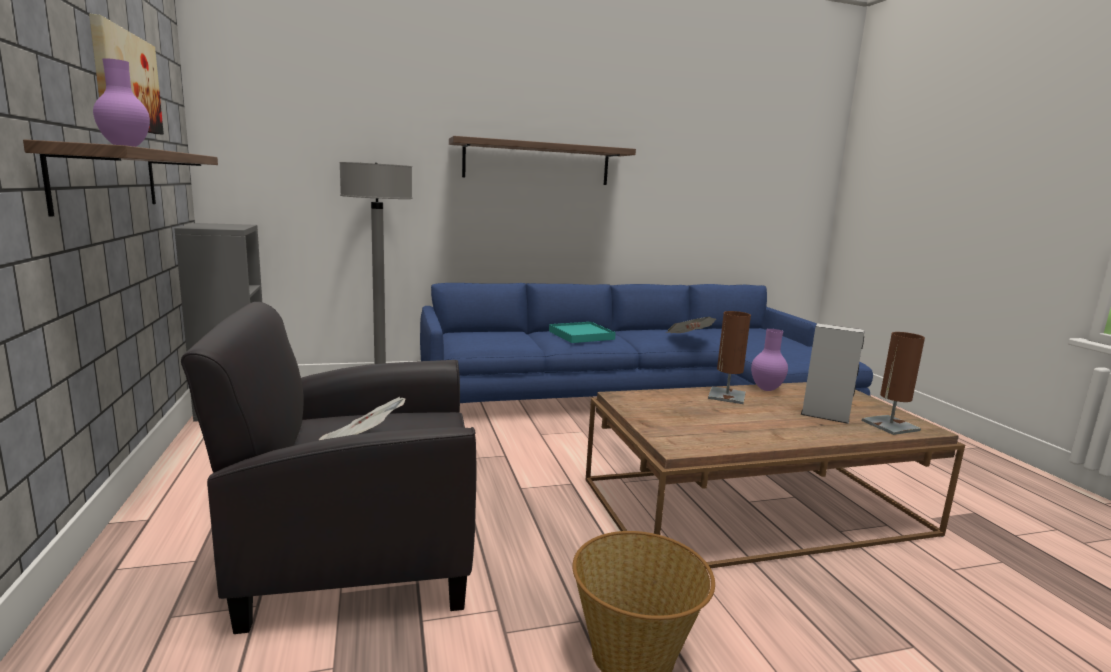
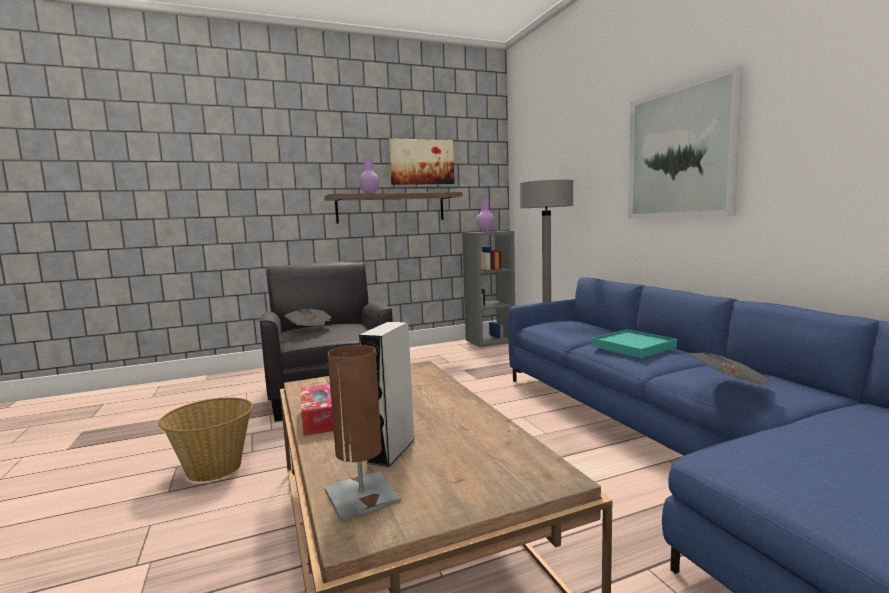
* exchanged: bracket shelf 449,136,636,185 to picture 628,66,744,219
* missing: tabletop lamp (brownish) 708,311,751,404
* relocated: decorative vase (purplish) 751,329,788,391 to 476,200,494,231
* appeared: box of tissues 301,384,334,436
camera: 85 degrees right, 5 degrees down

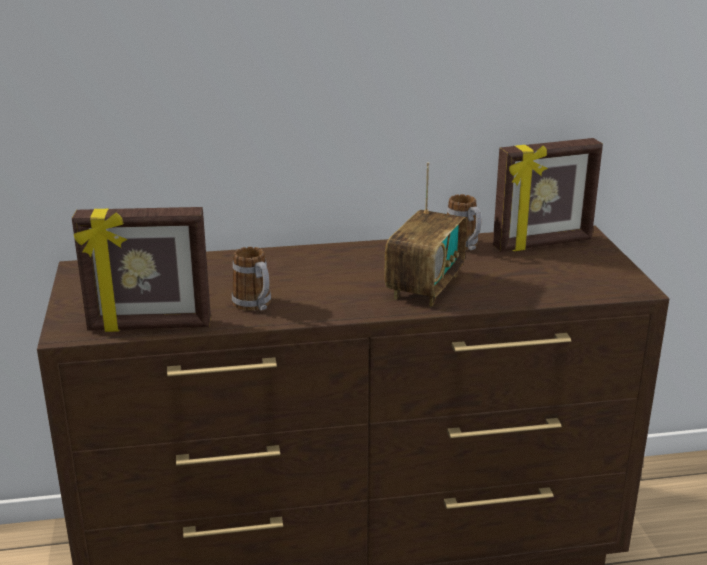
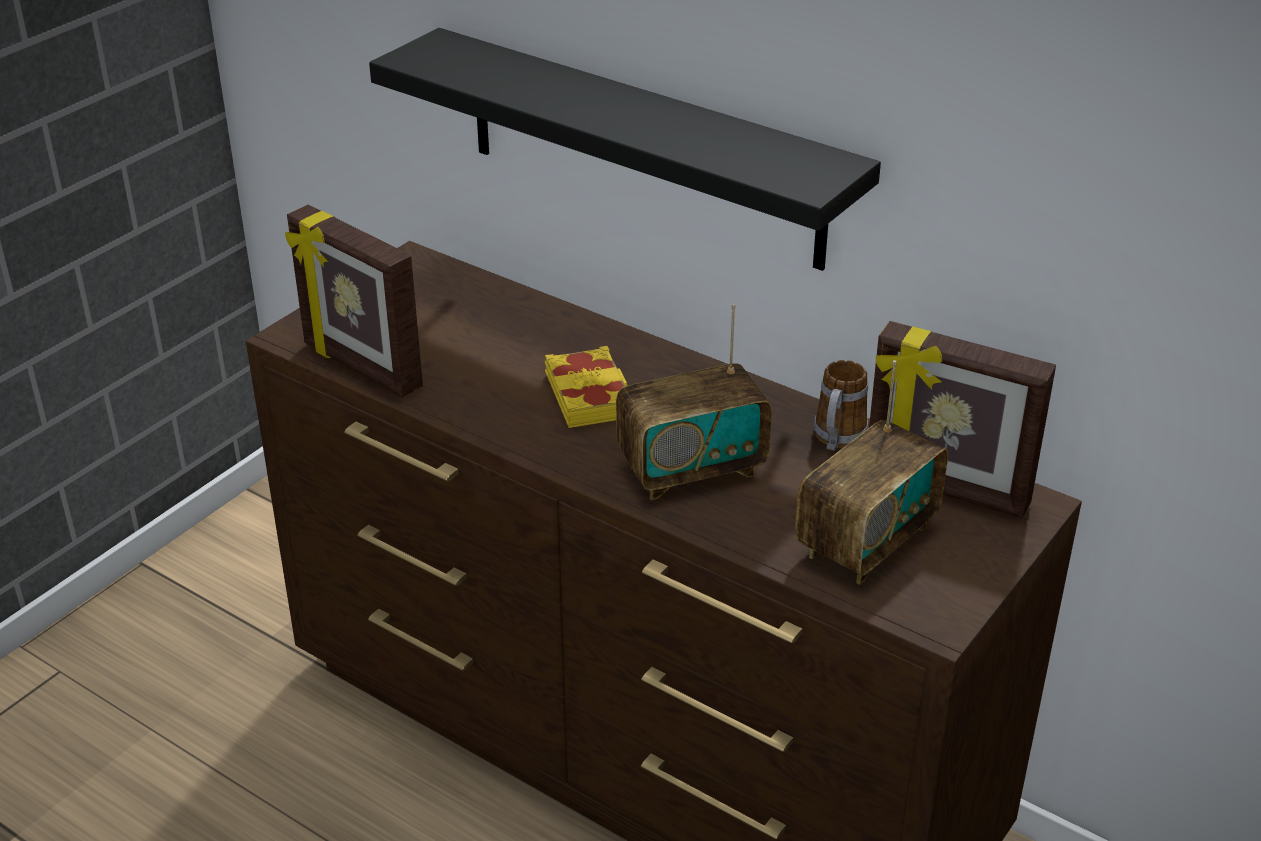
* missing: coffee mug 232,247,271,311
* appeared: bracket shelf (blackish) 369,28,881,271
* appeared: bound book (yellow-coloured) 545,346,628,428
* appeared: radio set 795,360,948,585
camera: 45 degrees right, 10 degrees up

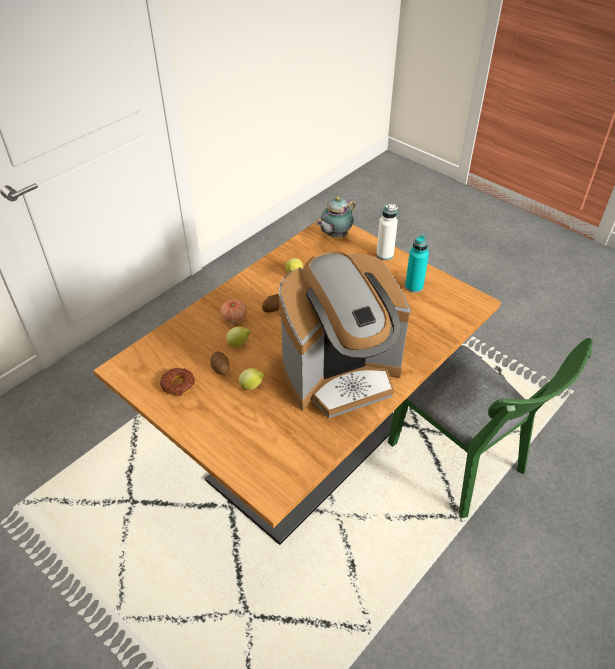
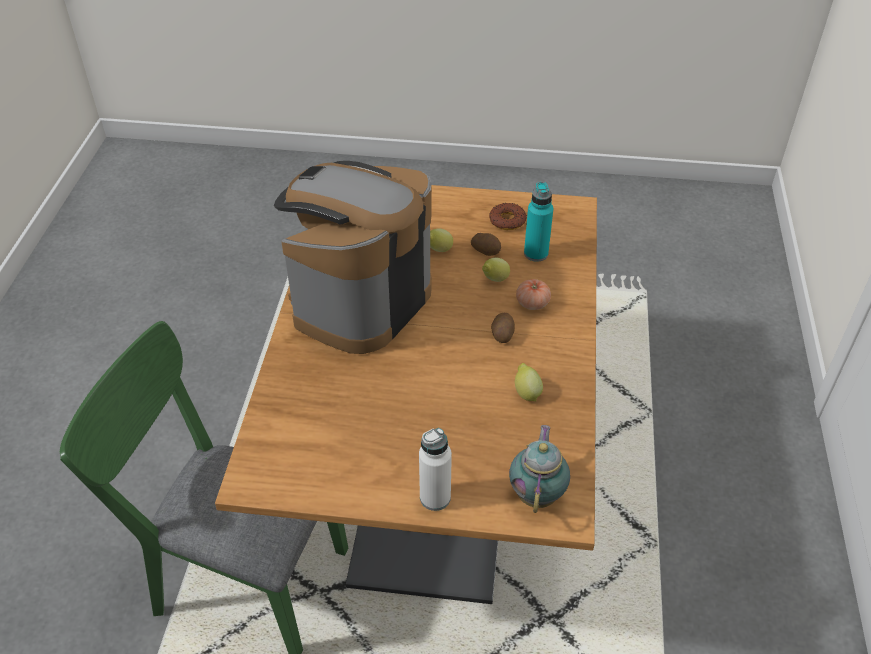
* relocated: drink bottle (turquoise-coloured) 405,235,429,293 to 524,182,553,262
camera: 145 degrees right, 0 degrees up

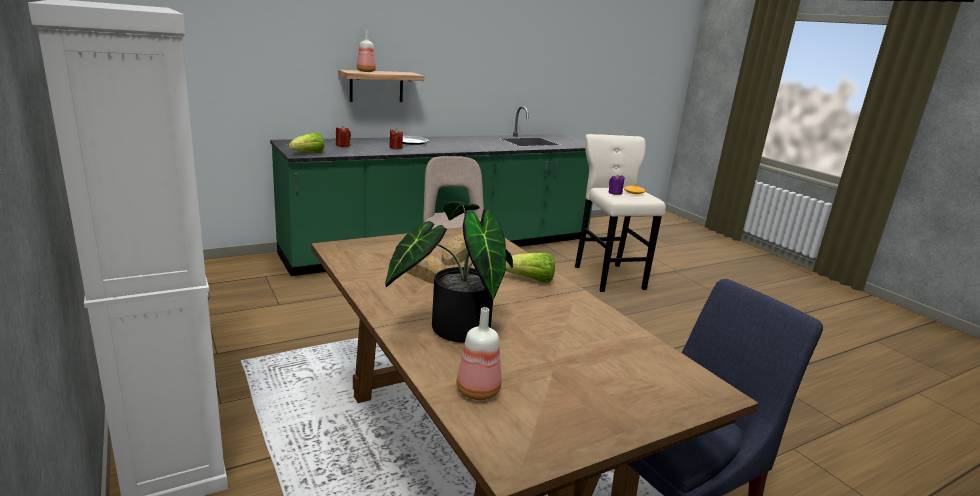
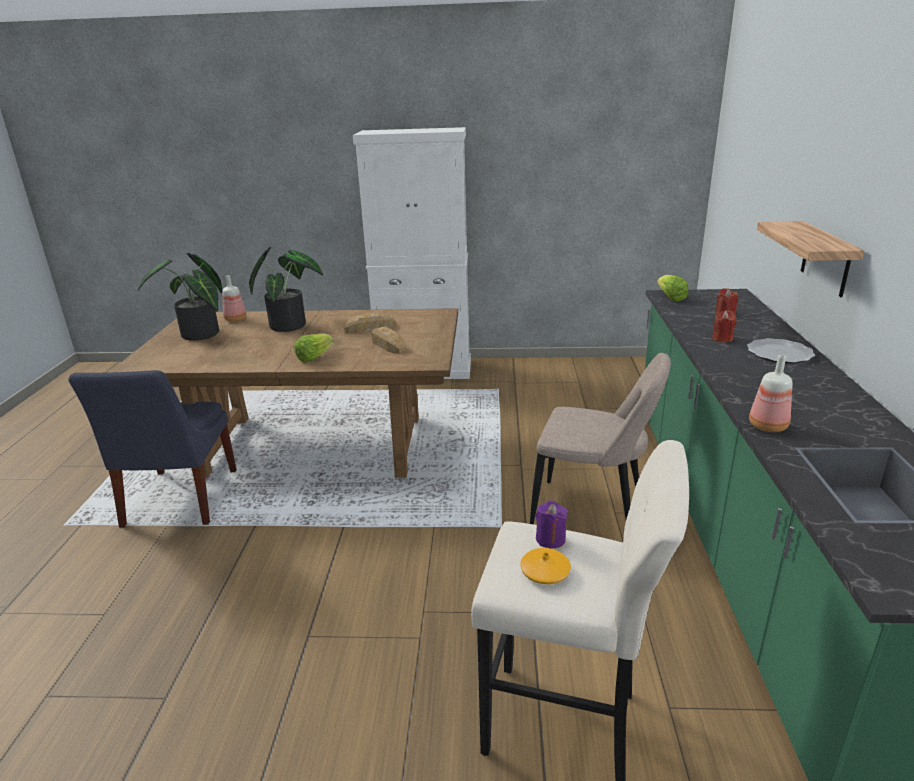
* relocated: drink bottle 357,31,376,72 to 749,355,792,432
* appeared: potted plant 138,253,222,341
camera: 125 degrees right, 5 degrees up

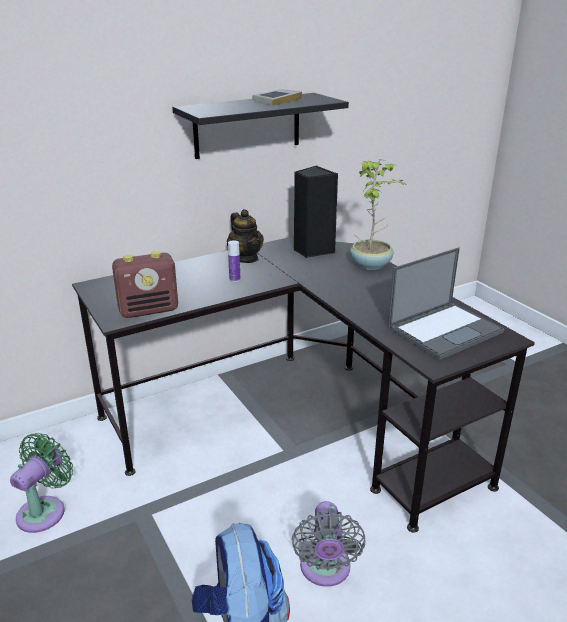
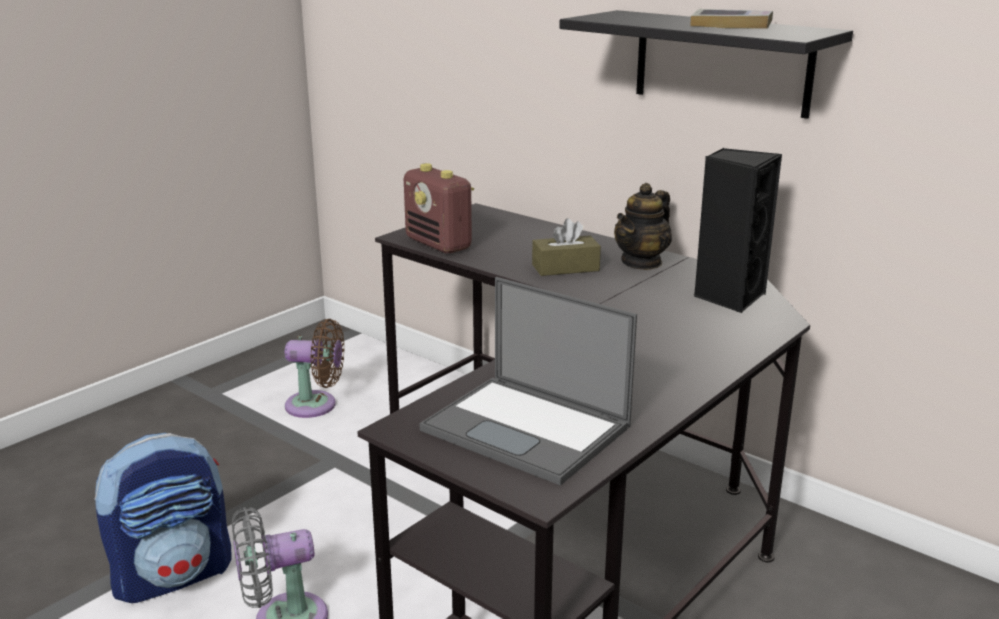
* colour: cooling fan (greenish) 10,433,73,533 to cooling fan (brownish) 285,319,345,418
* exchanged: drink bottle 228,240,240,282 to box of tissues (brownish) 532,218,601,276
* missing: potted plant 350,159,405,270
camera: 70 degrees right, 5 degrees down

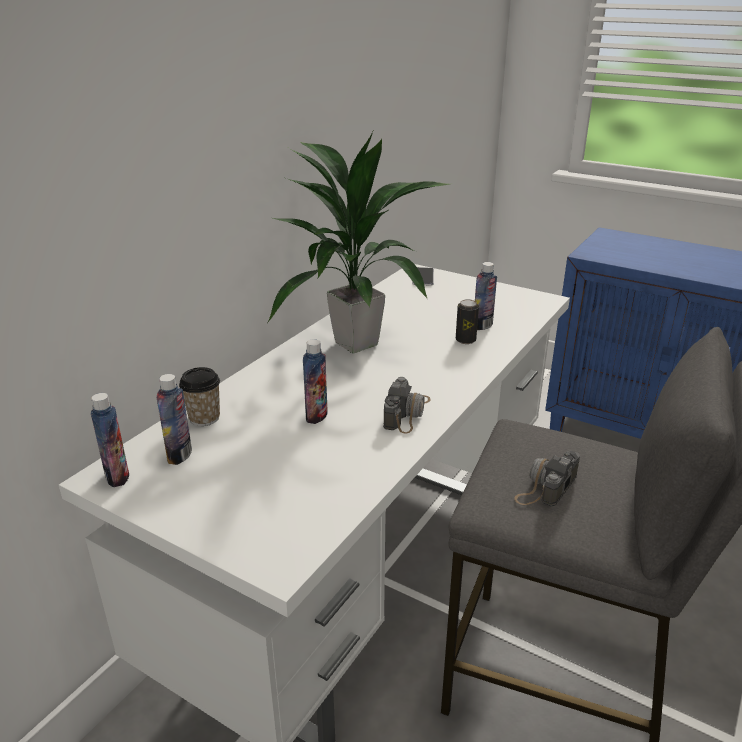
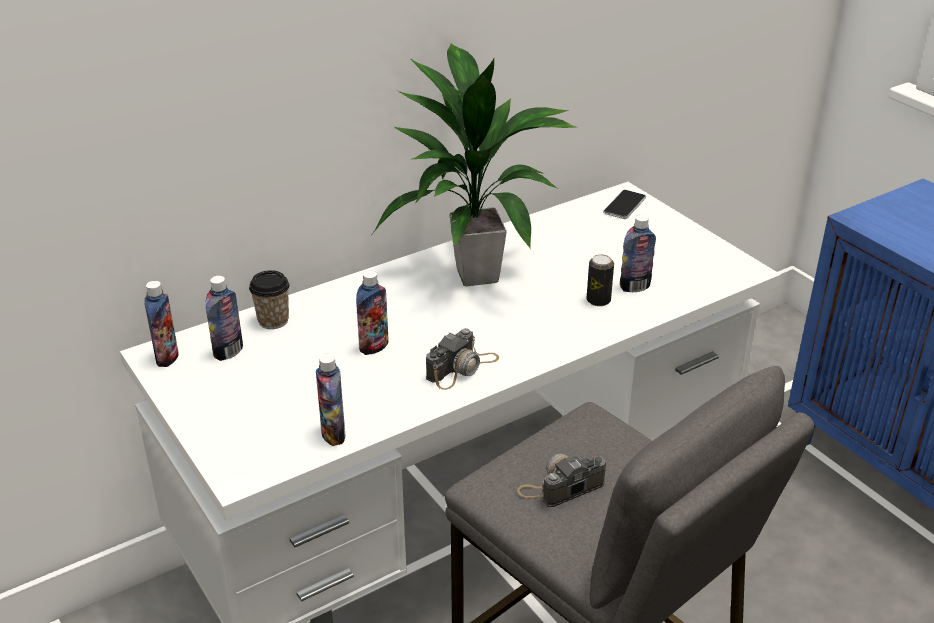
* appeared: drink bottle 316,354,345,446
camera: 25 degrees right, 5 degrees up

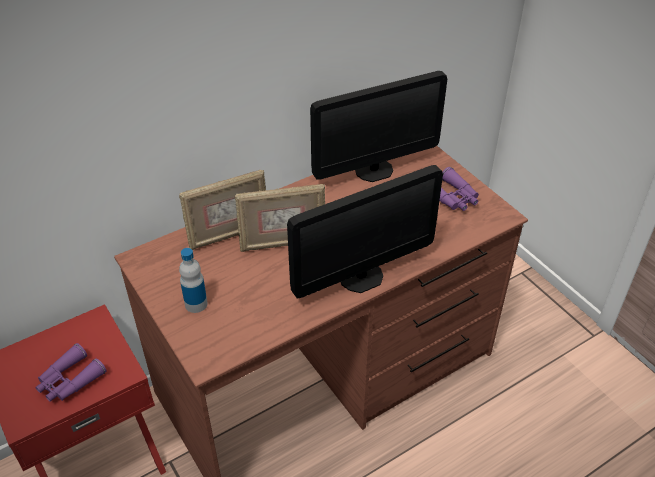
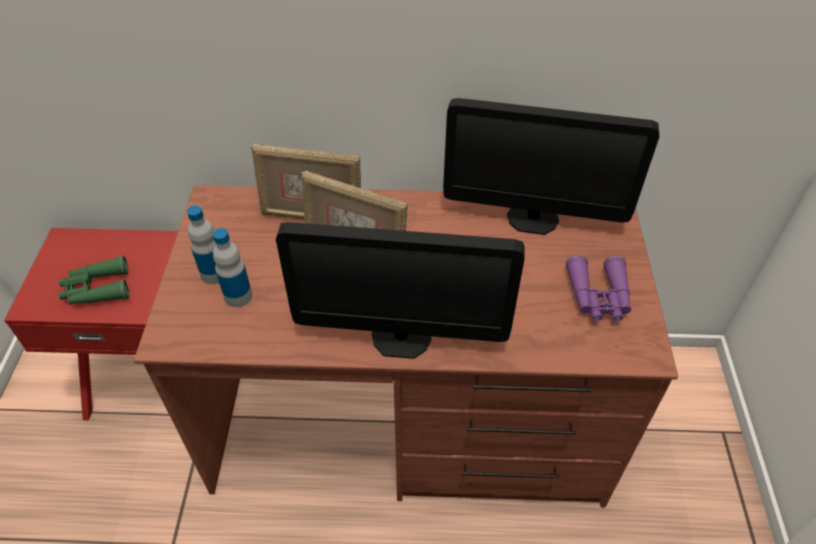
* colour: field glasses (purplish) 35,343,107,402 to field glasses (greenish) 58,256,129,305
* appeared: drink bottle 213,228,252,307
camera: 35 degrees right, 5 degrees up

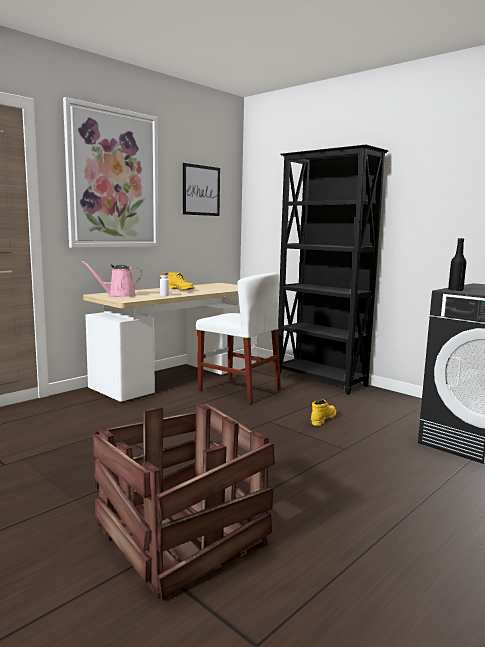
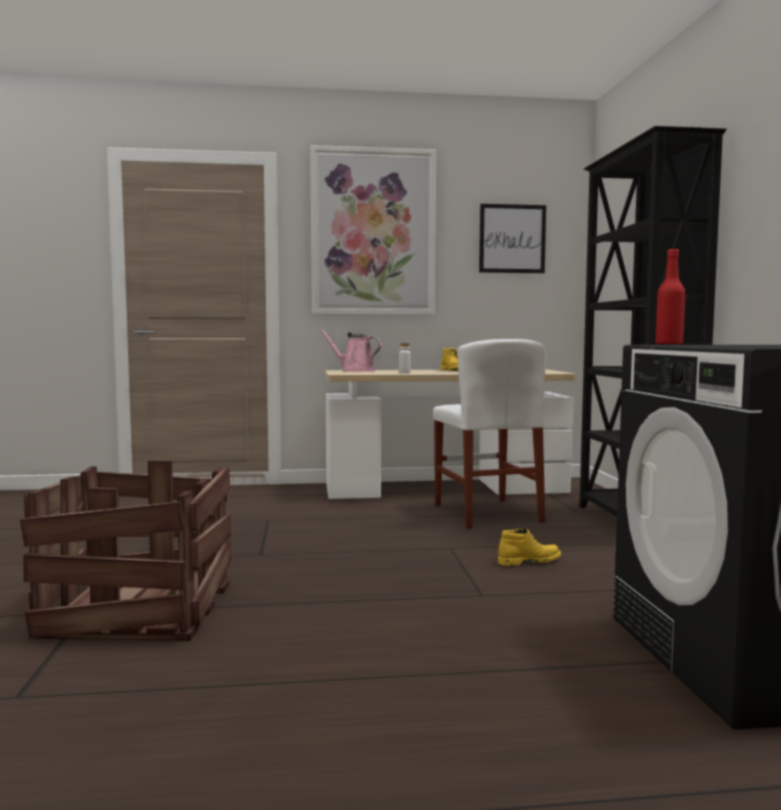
* colour: drink bottle (blackish) 448,238,466,291 to drink bottle (reddish) 656,249,686,345
camera: 40 degrees right, 5 degrees down

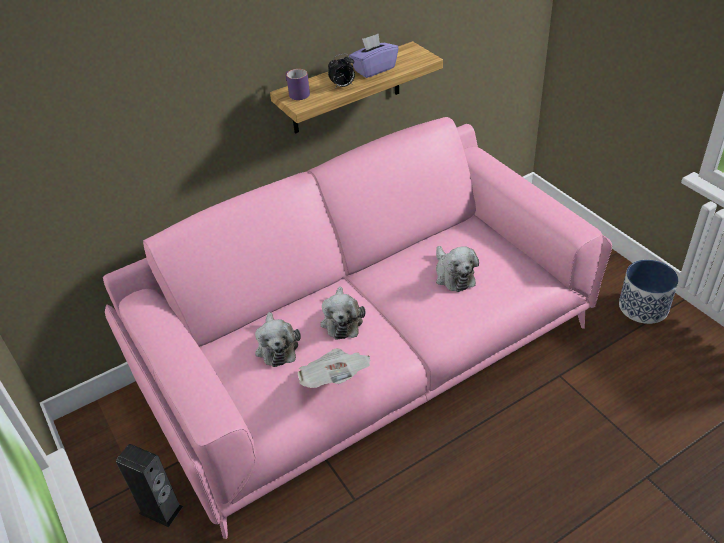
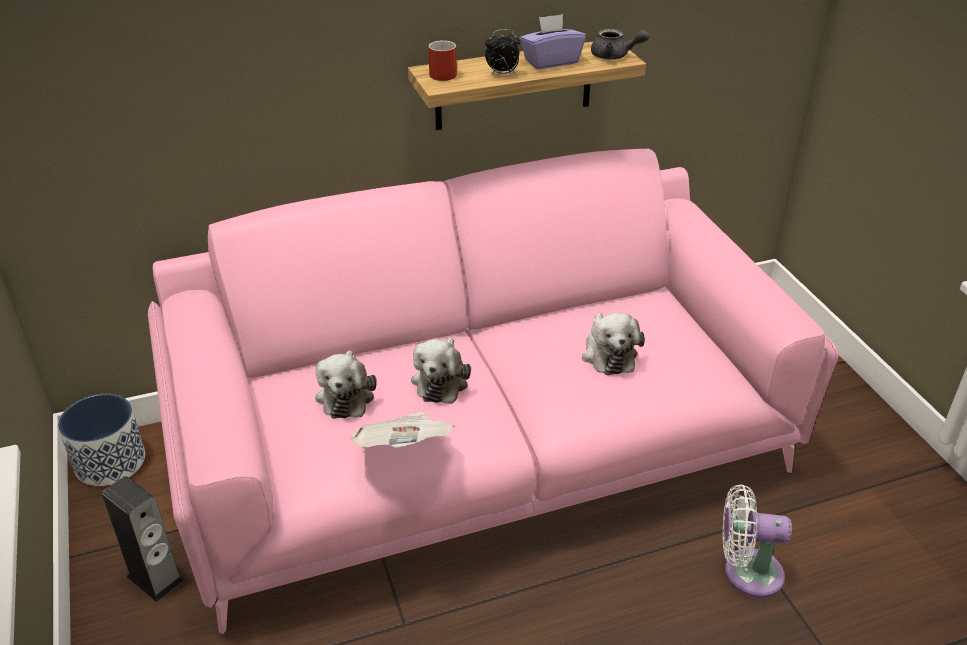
* colour: coffee mug (purplish) 285,69,310,100 to coffee mug (reddish) 428,40,457,81
* relocated: planter 619,260,678,324 to 58,394,145,486
* appeared: tea pot (grey) 591,29,649,59
* appeared: cooling fan (whitish) 722,484,792,598
camera: 10 degrees right, 5 degrees down

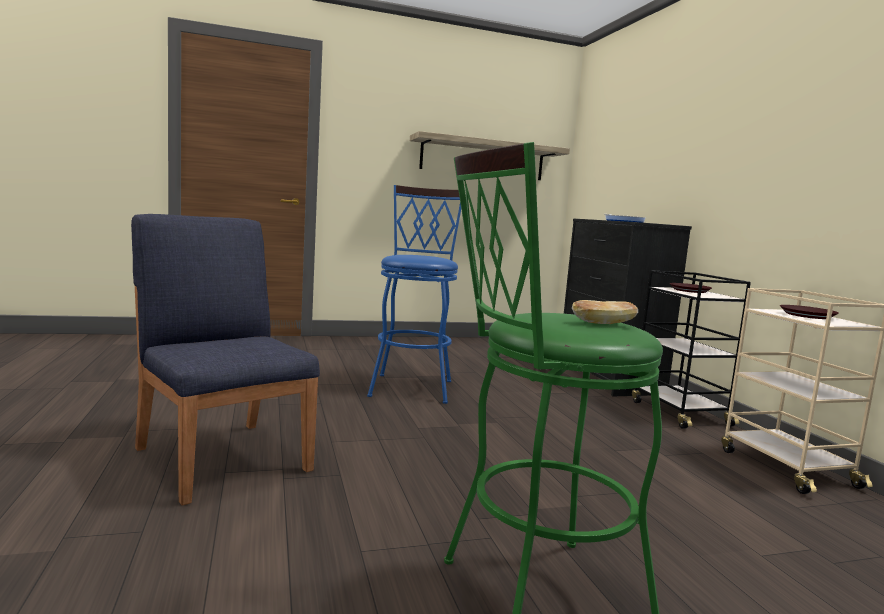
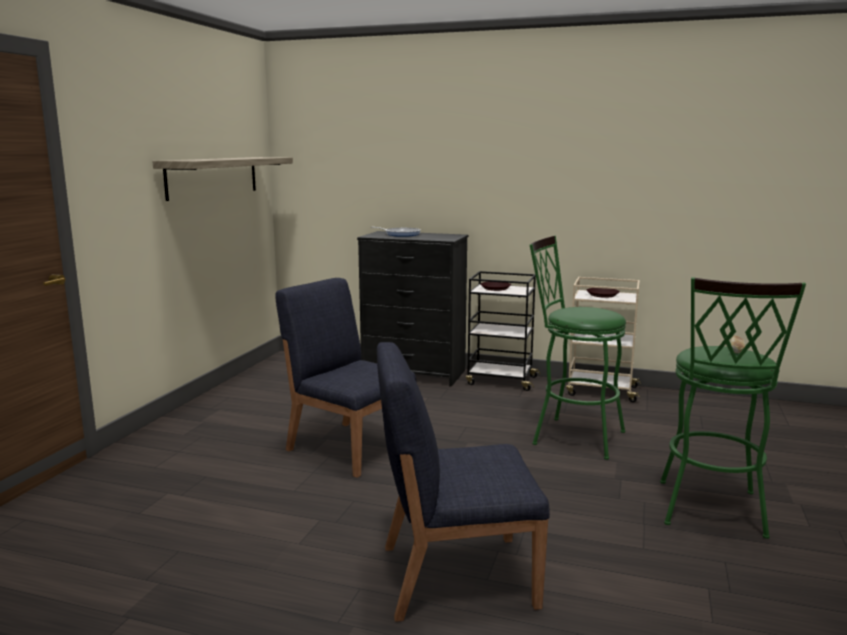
* exchanged: stool seat (bluish) 367,185,461,404 to upright chair (bluish) 275,278,417,478
* appeared: stool seat (greenish) 530,236,626,460
camera: 55 degrees left, 5 degrees up

